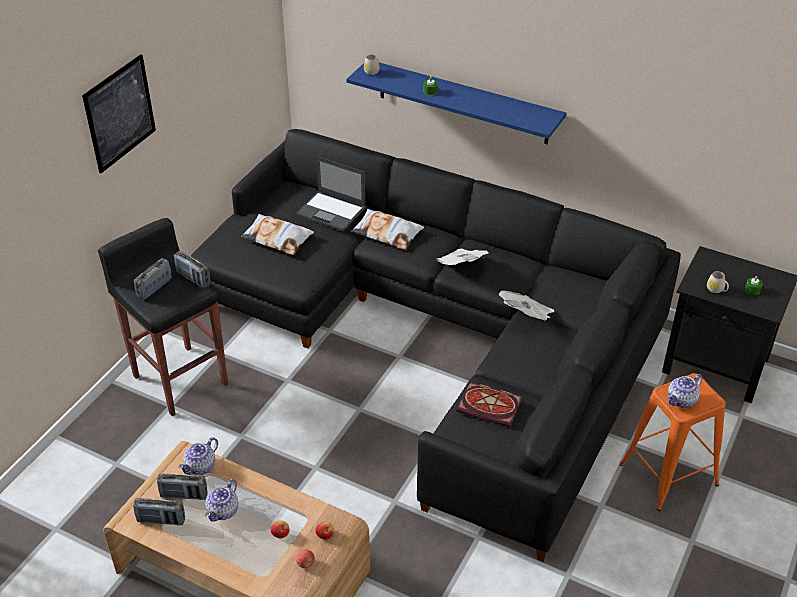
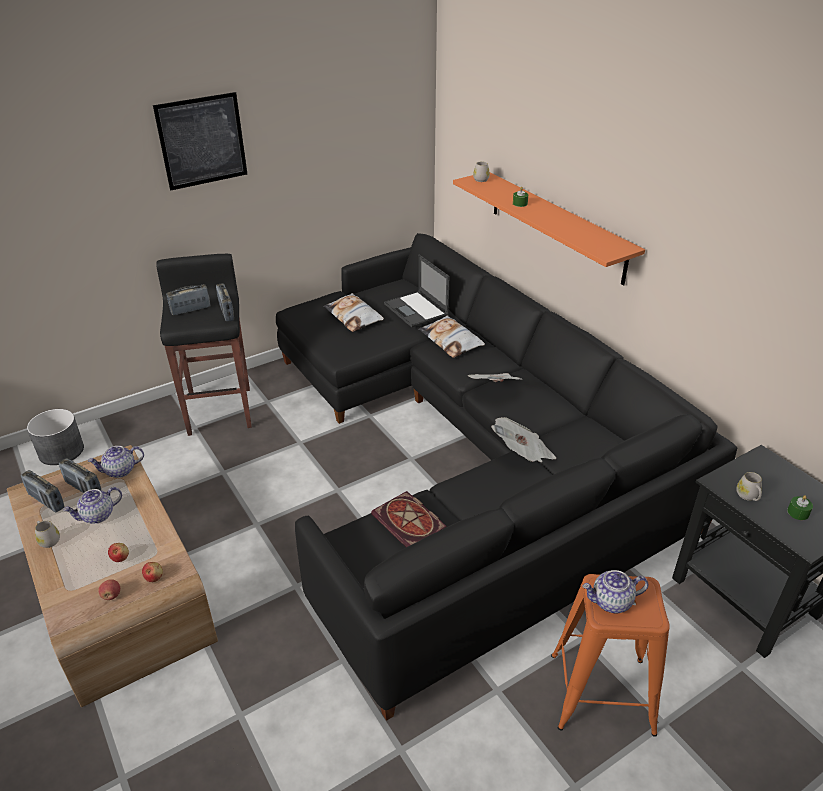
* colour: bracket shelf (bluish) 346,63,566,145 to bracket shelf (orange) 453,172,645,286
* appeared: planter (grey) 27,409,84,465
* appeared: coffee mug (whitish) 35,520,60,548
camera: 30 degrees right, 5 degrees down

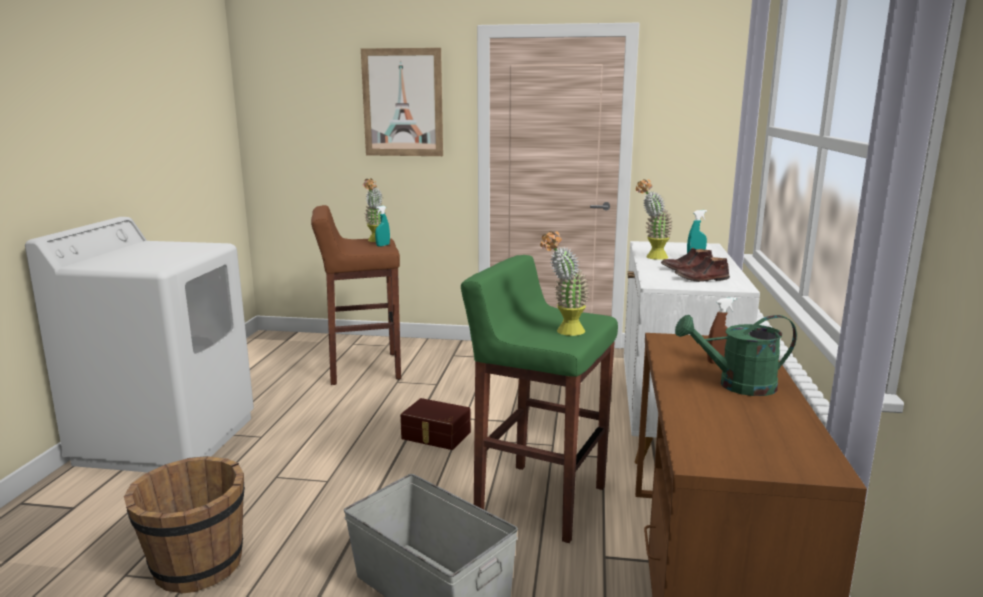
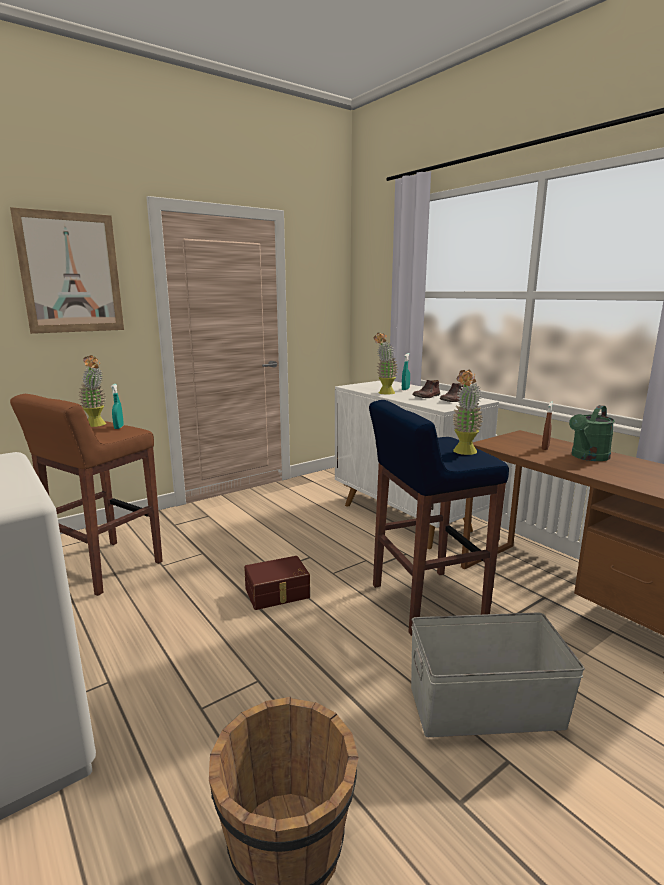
* colour: stool seat (greenish) 461,255,618,543 to stool seat (bluish) 369,400,509,636
camera: 45 degrees left, 0 degrees up

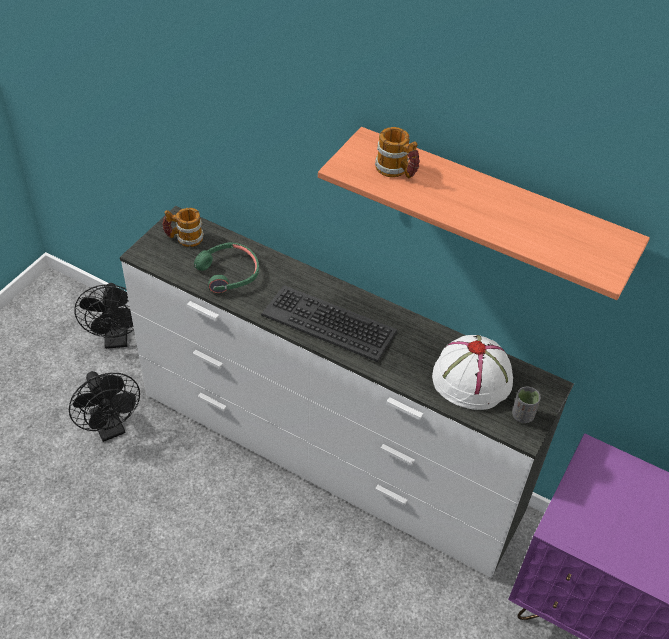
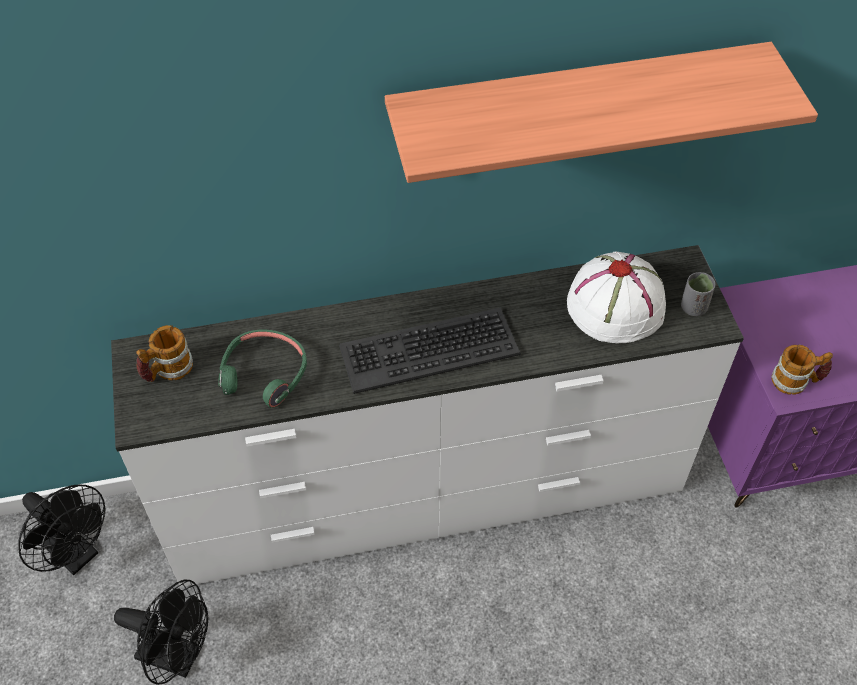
* relocated: coffee mug 375,127,420,178 to 772,345,833,395
camera: 40 degrees left, 5 degrees up

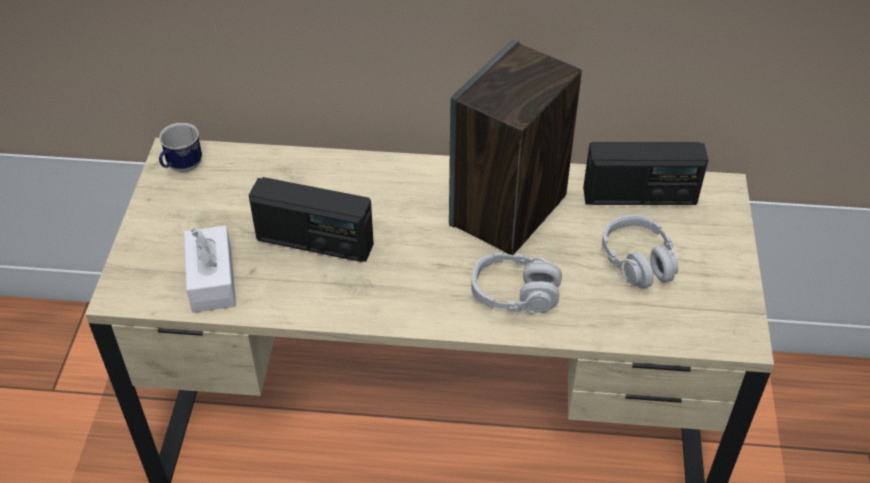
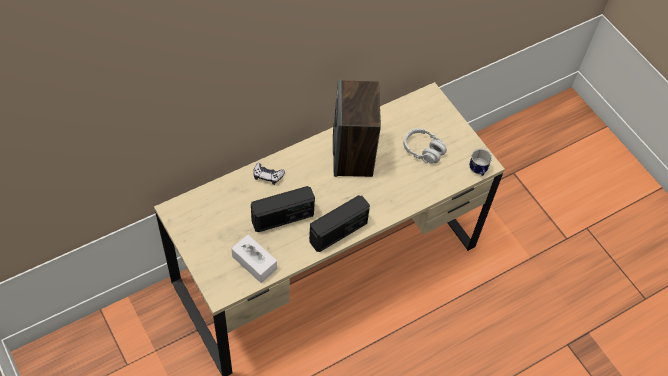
* relocated: coffee mug 159,123,202,172 to 469,148,492,176
* missing: headphones (grey) 471,252,562,314
* relocated: radio set 583,142,708,205 to 309,195,370,252
* appeared: game controller 253,163,285,185
camera: 40 degrees left, 10 degrees up

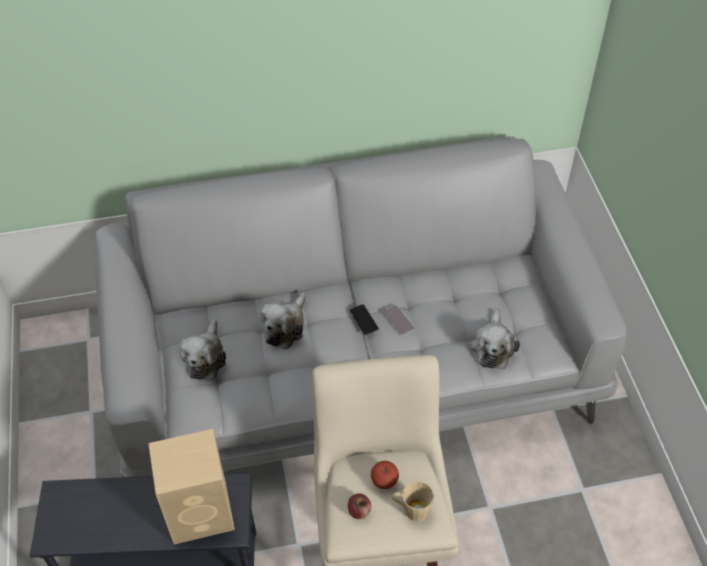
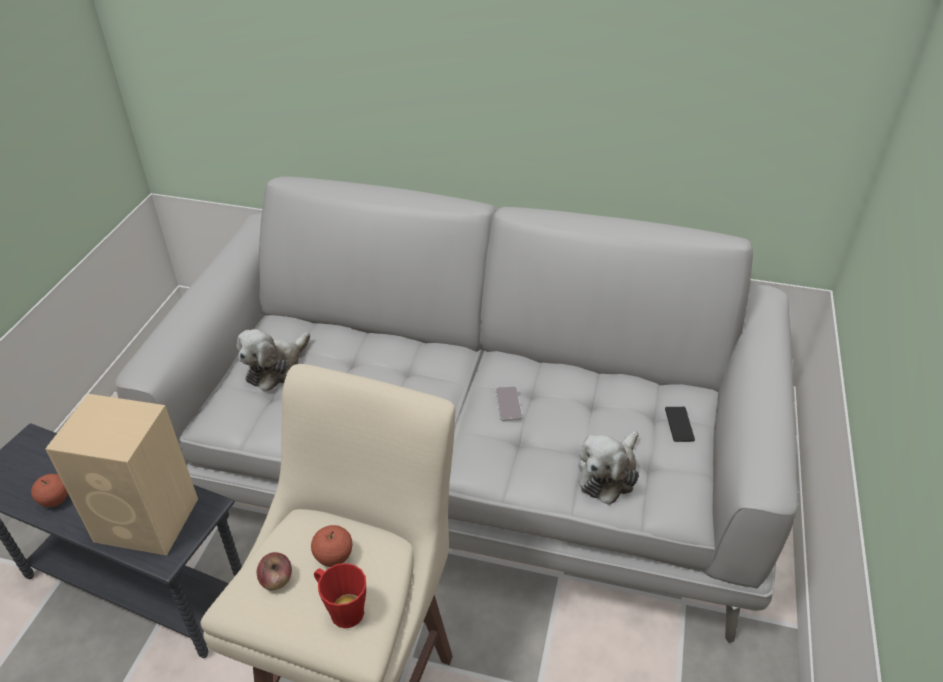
* missing: plush toy 260,293,306,349
* relocated: handset 350,304,379,335 to 665,407,695,442
* colour: coffee mug (beige-coloured) 392,481,434,522 to coffee mug (reddish) 314,563,366,628
* appeared: apple 31,474,68,507
camera: 25 degrees right, 10 degrees down

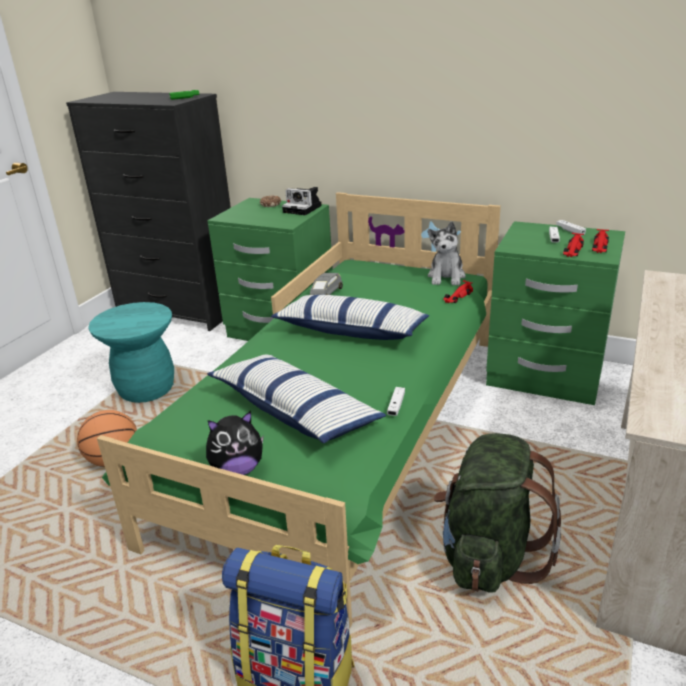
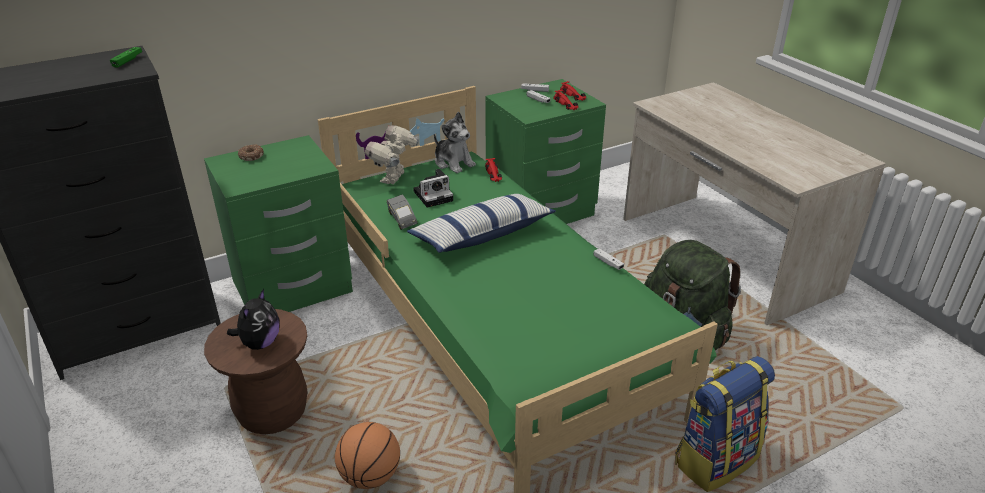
* colour: stool seat (turquoise-coloured) 88,302,174,403 to stool seat (brownish) 204,309,307,434
* relocated: plush toy 206,411,264,475 to 227,289,280,350
* missing: throw pillow 207,355,386,443
* relocated: photo camera 282,187,322,215 to 413,169,453,208
* appeared: toy robot 365,125,419,184
camera: 55 degrees left, 5 degrees up

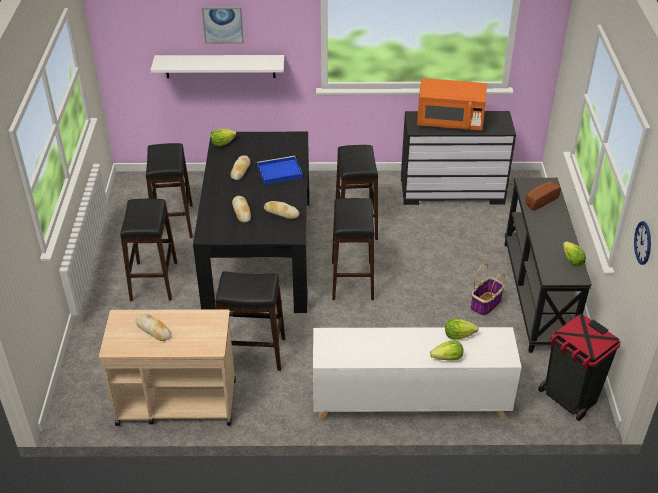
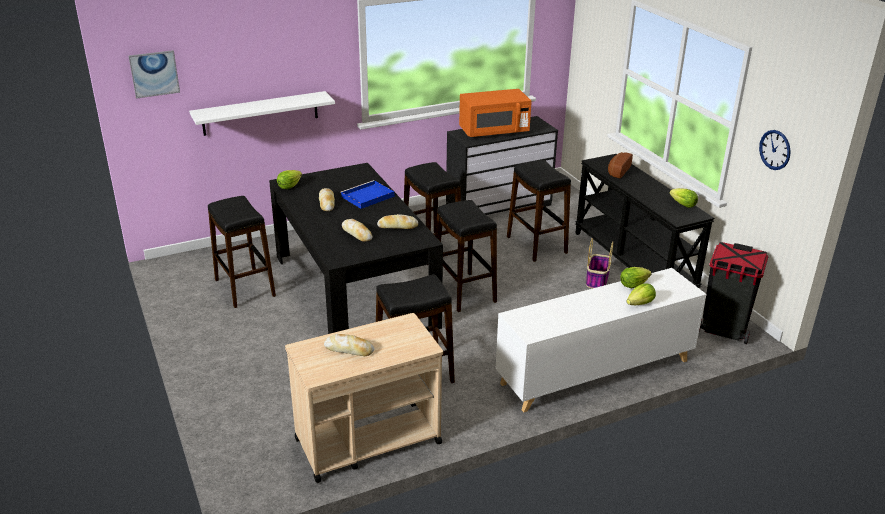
* relocated: stool seat (blackish) 120,199,177,301 to 507,160,571,262
* relocated: picture 202,7,244,44 to 129,50,180,99
camera: 25 degrees left, 10 degrees down

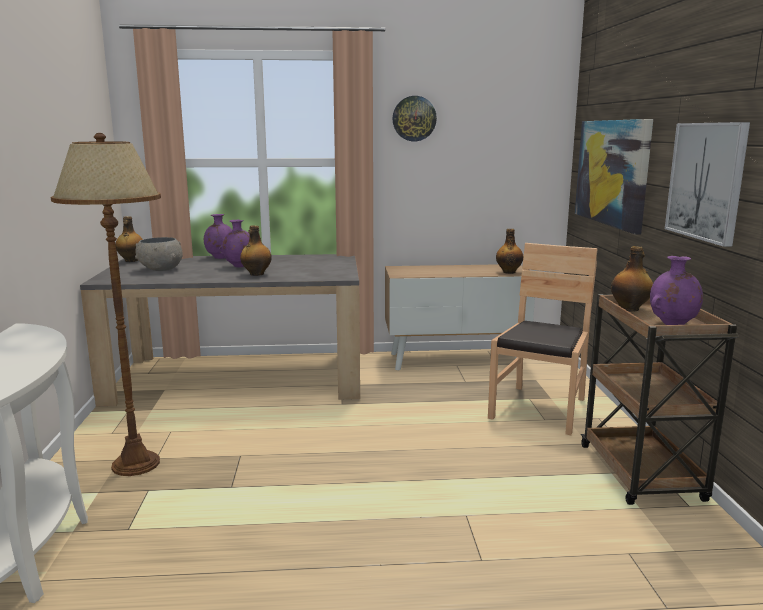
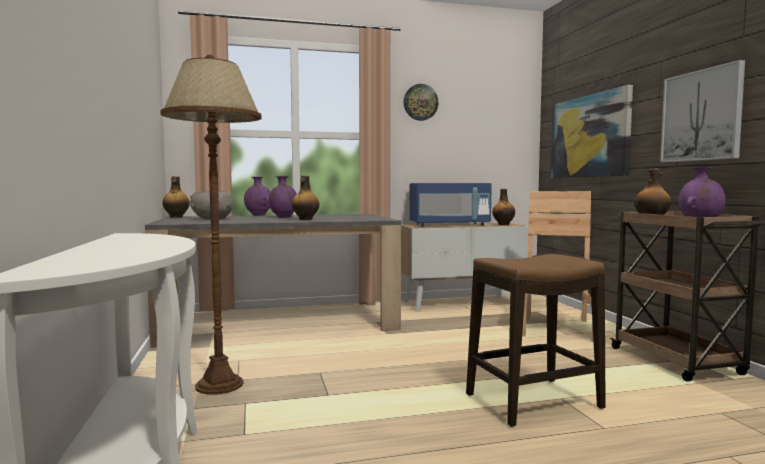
* appeared: microwave (bluish) 409,183,492,226
* appeared: stool seat 466,254,606,427
camera: 10 degrees left, 10 degrees down

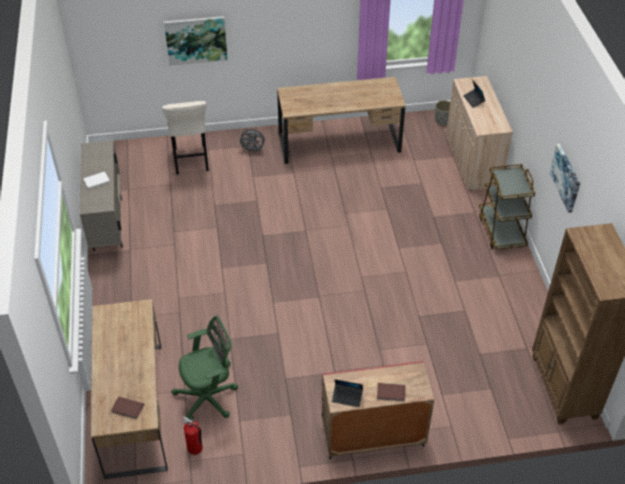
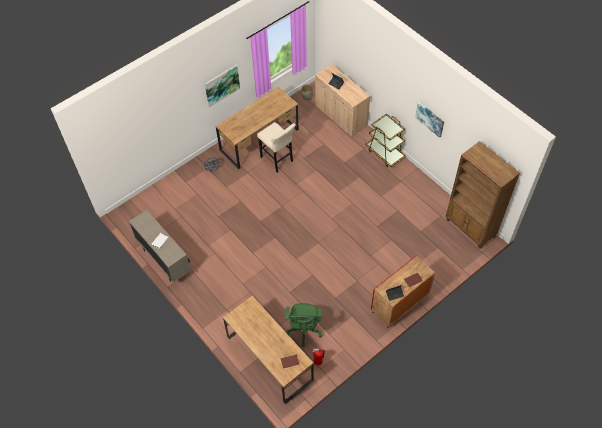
* relocated: stool seat (beige-coloured) 162,101,209,175 to 257,122,295,172
* relocated: picture 164,16,228,66 to 205,65,240,107
* spun: desk chair (greenish) 171,316,238,420 = 285,303,322,347 150 degrees clockwise
camera: 30 degrees left, 10 degrees up

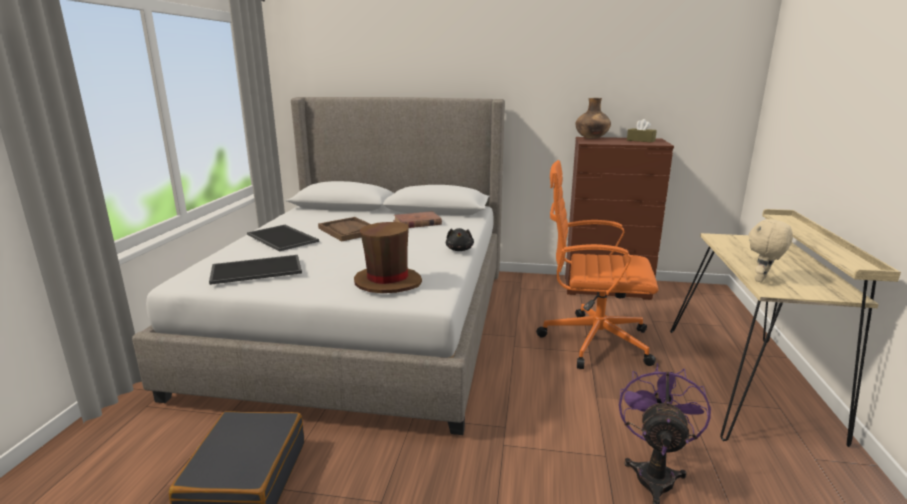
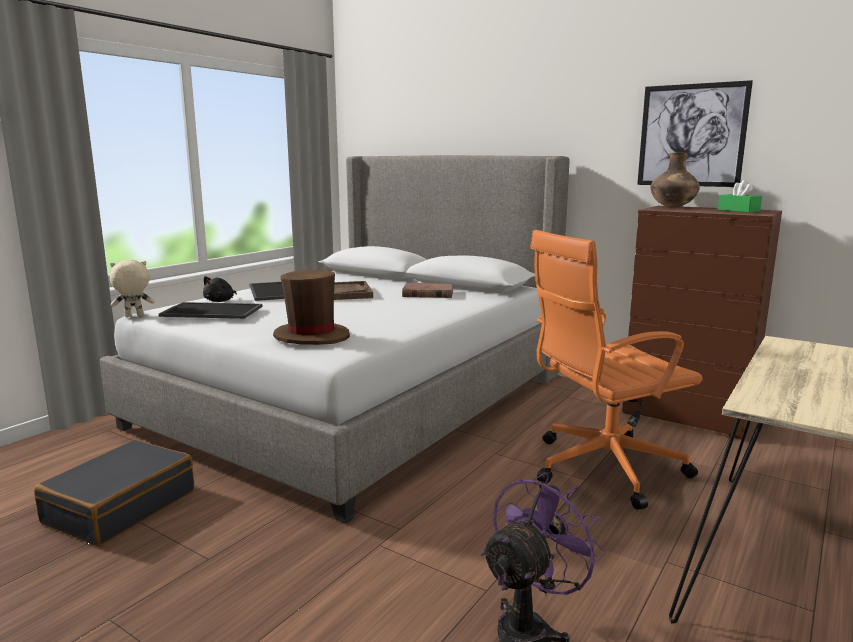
* relocated: plush toy (blackish) 446,228,474,251 to 203,276,237,302
* spun: desk chair (orange) 536,160,658,369 = 530,230,703,510 60 degrees counterclockwise
* colour: box of tissues (brownish) 627,119,657,142 to box of tissues (greenish) 718,180,762,212
* relocated: plush toy (beige-coloured) 749,219,793,282 to 110,260,155,317
* appeared: picture 637,80,753,187
camera: 25 degrees right, 5 degrees down

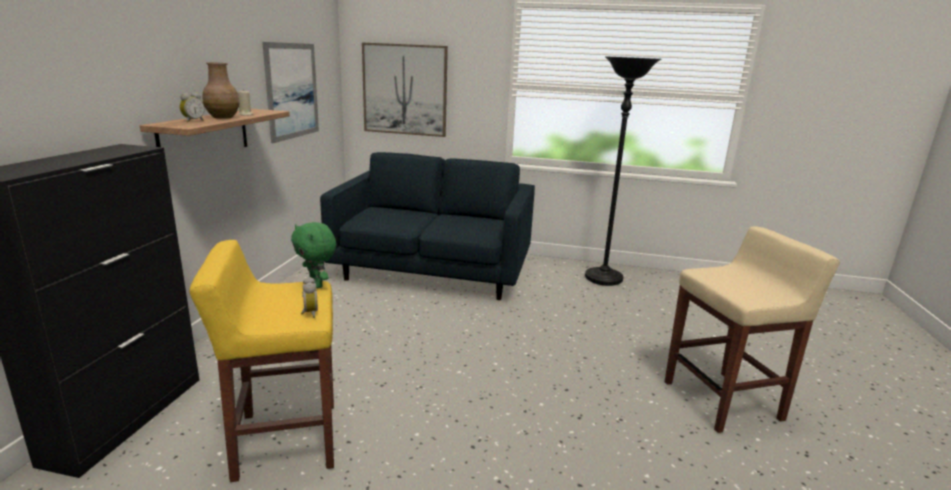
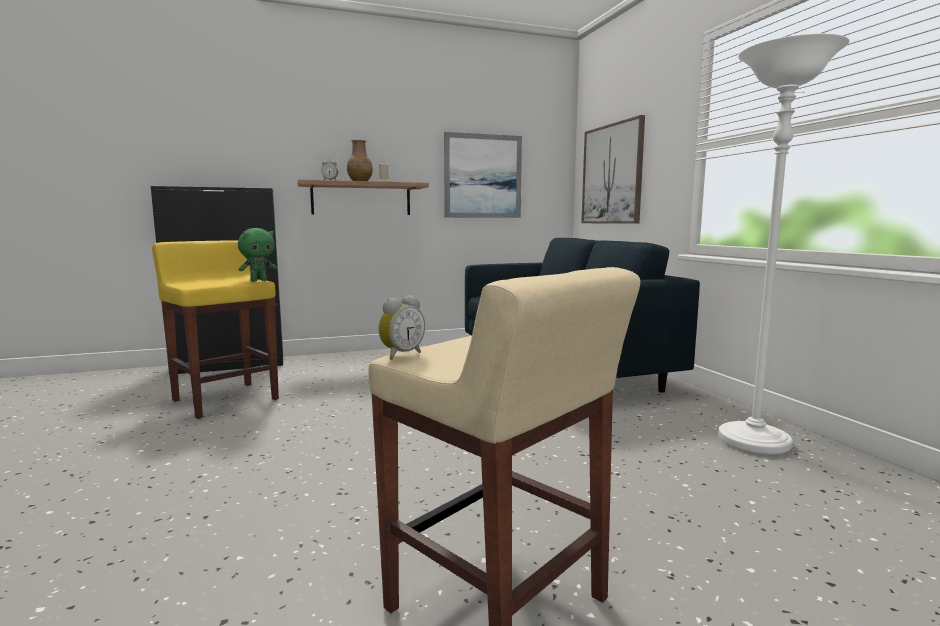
* spun: plush toy (greenish) 291,222,336,288 = 238,228,277,282 150 degrees counterclockwise
* relocated: bedside clock 301,276,318,318 to 378,295,425,360
* colour: standing lamp (blackish) 585,56,661,286 to standing lamp (whitish) 718,33,849,455
camera: 60 degrees right, 10 degrees down

